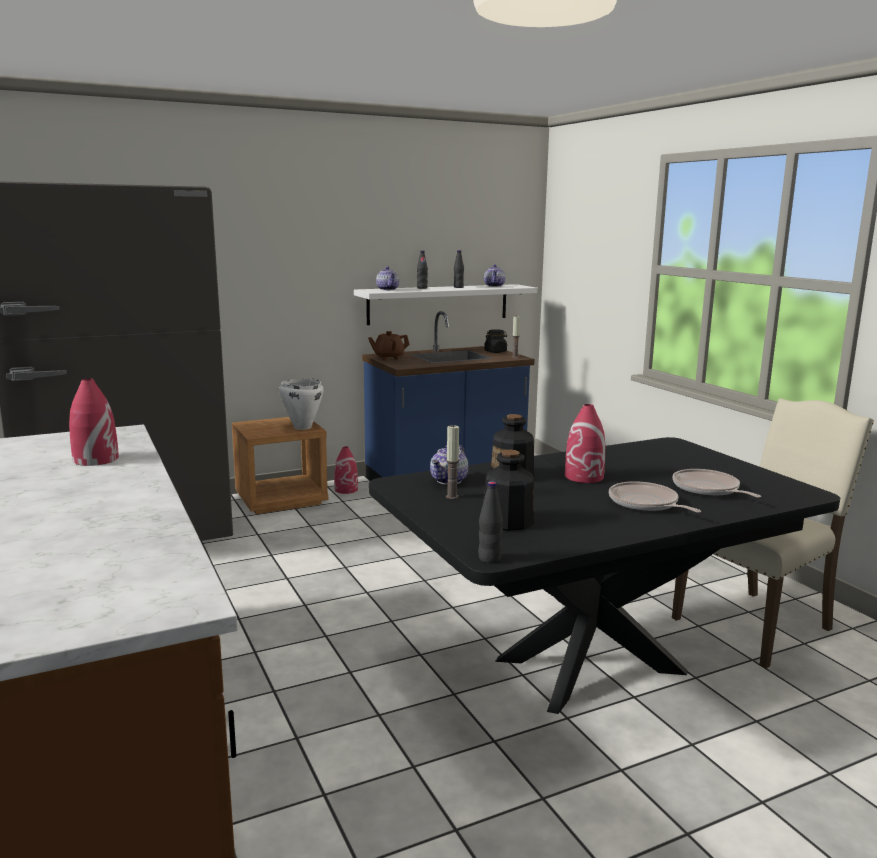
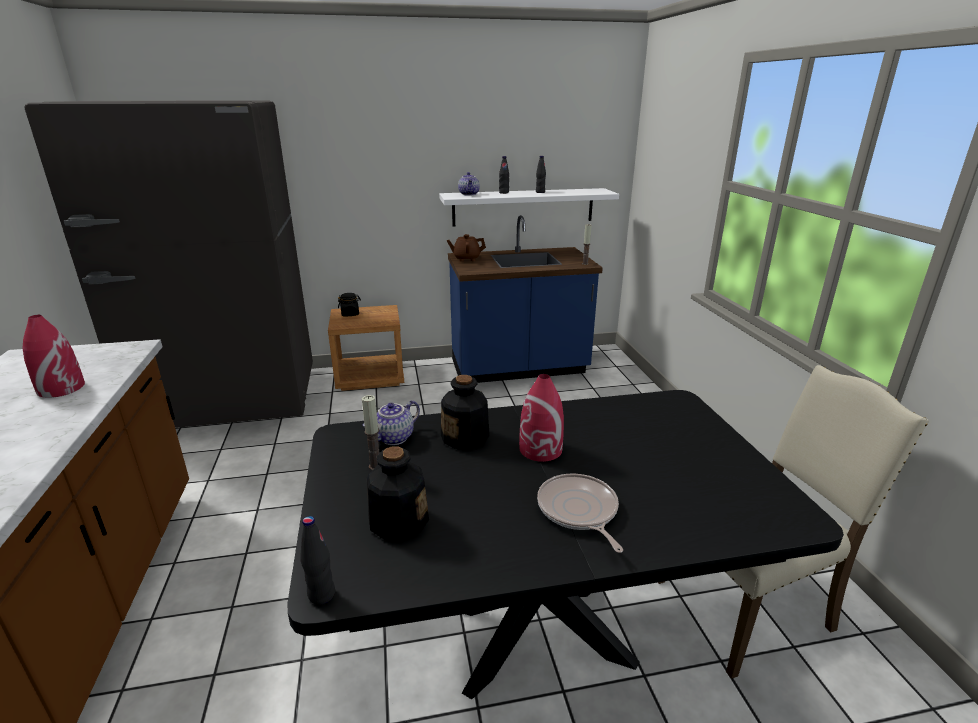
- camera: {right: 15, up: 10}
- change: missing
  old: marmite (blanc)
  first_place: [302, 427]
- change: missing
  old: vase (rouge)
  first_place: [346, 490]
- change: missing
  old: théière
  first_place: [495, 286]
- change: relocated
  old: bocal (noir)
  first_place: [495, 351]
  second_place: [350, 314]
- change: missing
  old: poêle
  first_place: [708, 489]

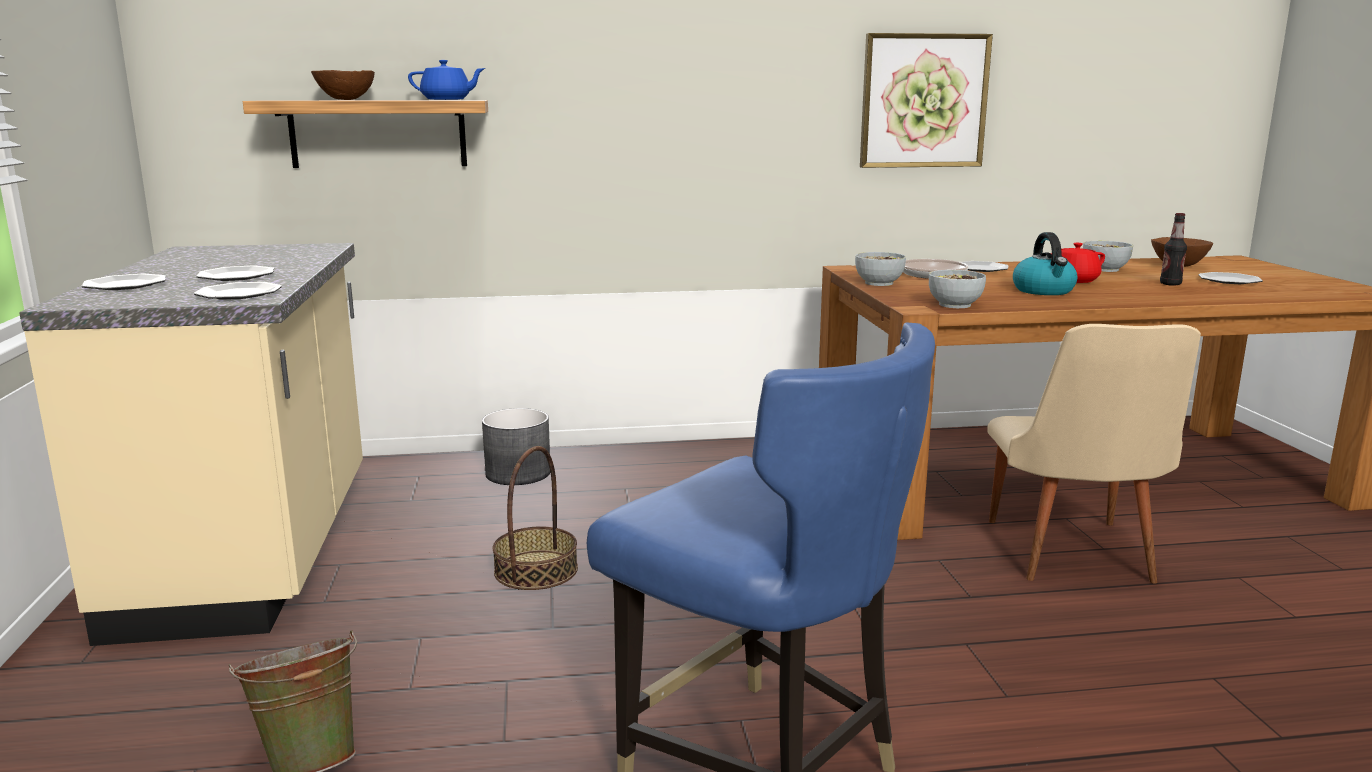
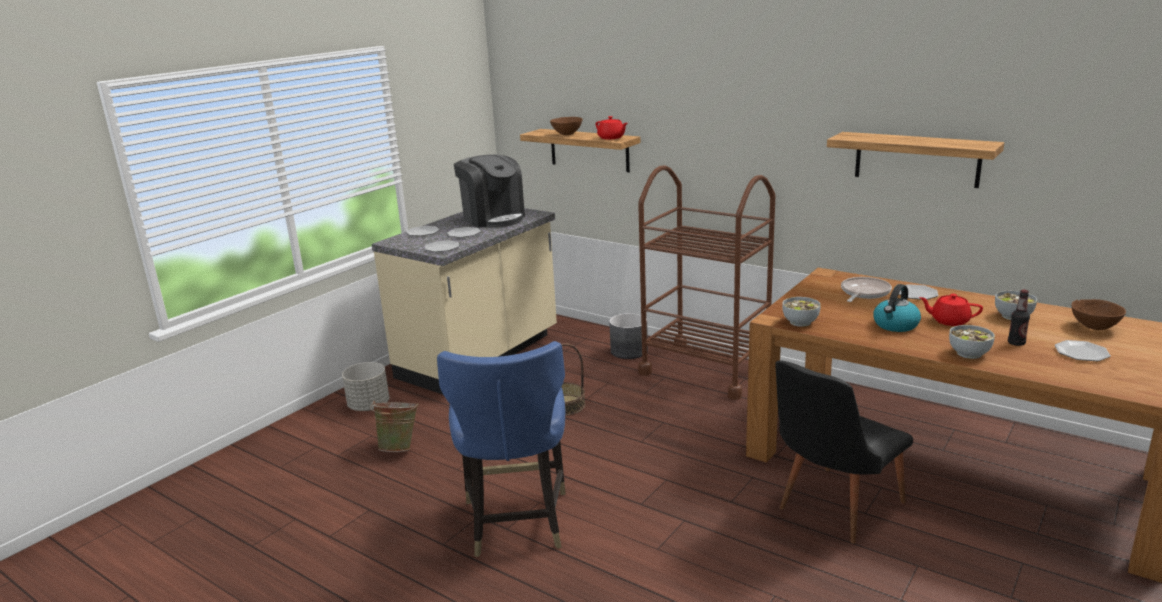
- camera: {right: 45, up: 5}
- change: colour
  old: théière (bleu)
  new: théière (rouge)
  first_place: [447, 99]
  second_place: [611, 138]
- change: relocated
  old: bol
  first_place: [879, 283]
  second_place: [969, 354]
- change: exchanged
  old: tableau
  new: étagère
  first_place: [923, 101]
  second_place: [916, 159]
- change: colour
  old: chaise (beige)
  new: chaise (noir)
  first_place: [1072, 558]
  second_place: [832, 509]
- change: appeared
  new: cache-pot (gris)
  second_place: [369, 406]
- change: appeared
  new: machine à café
  second_place: [493, 218]
- change: appeared
  new: chariot (marron)
  second_place: [705, 370]

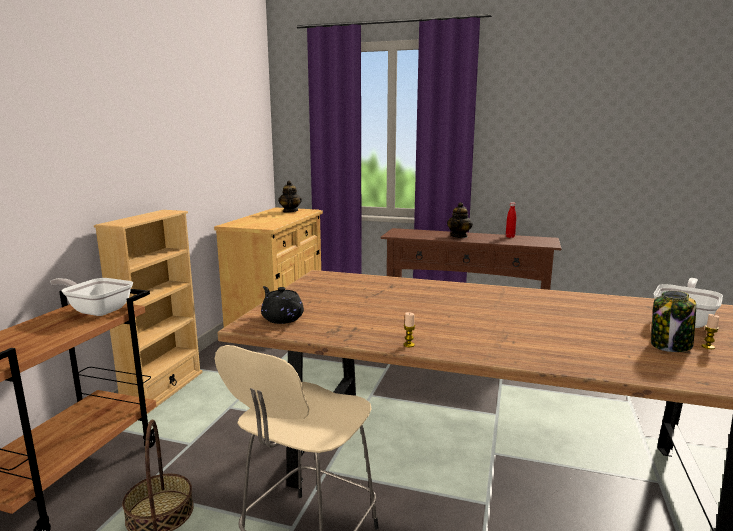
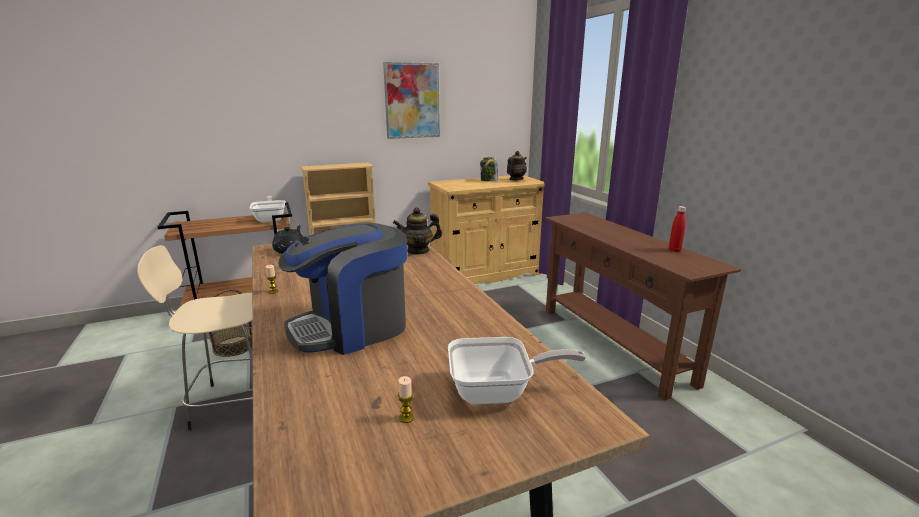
- camera: {right: 50, up: 5}
- change: relocated
  old: théière
  first_place: [459, 236]
  second_place: [418, 251]
- change: relocated
  old: bocal
  first_place: [670, 345]
  second_place: [488, 180]
- change: appeared
  new: machine à café
  second_place: [352, 328]
- change: appeared
  new: tableau
  second_place: [412, 101]

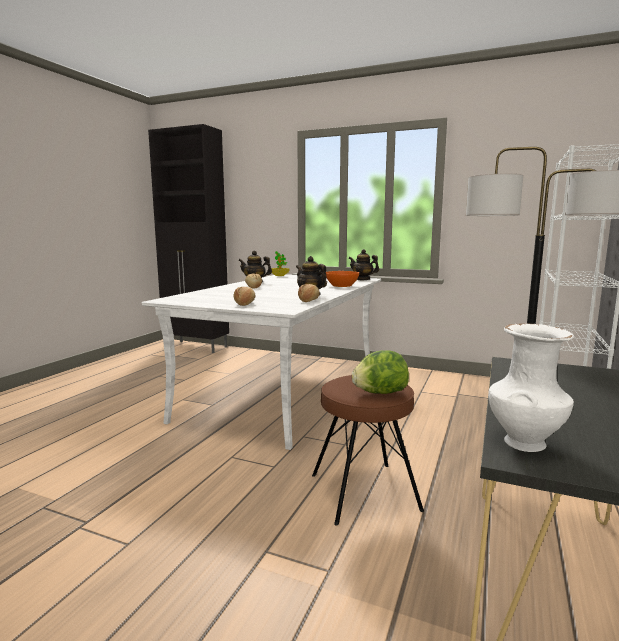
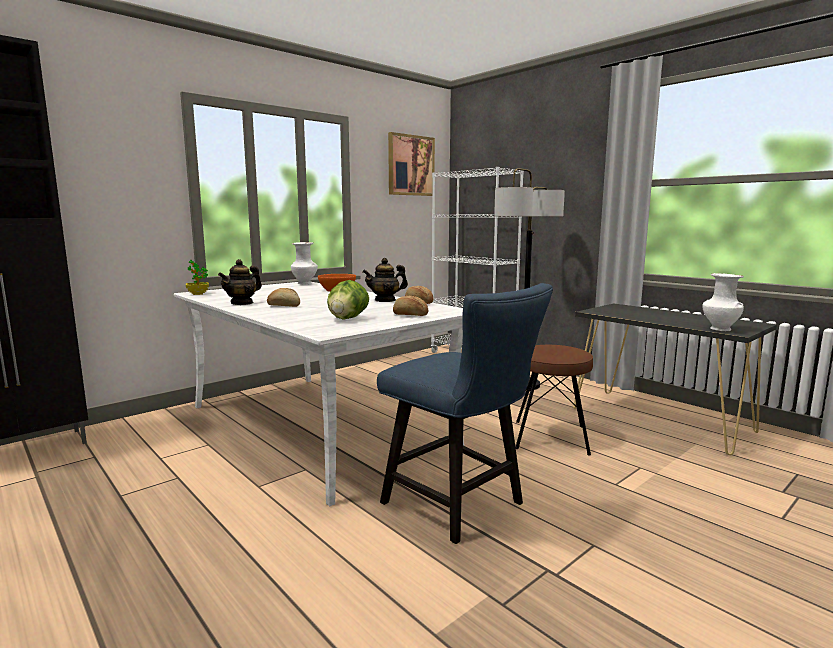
- camera: {right: -65, up: 0}
- change: exchanged
  old: théière
  new: vase (blanc)
  first_place: [363, 279]
  second_place: [305, 283]
- change: relocated
  old: laitue
  first_place: [380, 393]
  second_place: [347, 318]
- change: appeared
  new: chaise (bleu)
  second_place: [461, 506]
- change: appeared
  new: tableau
  second_place: [410, 165]

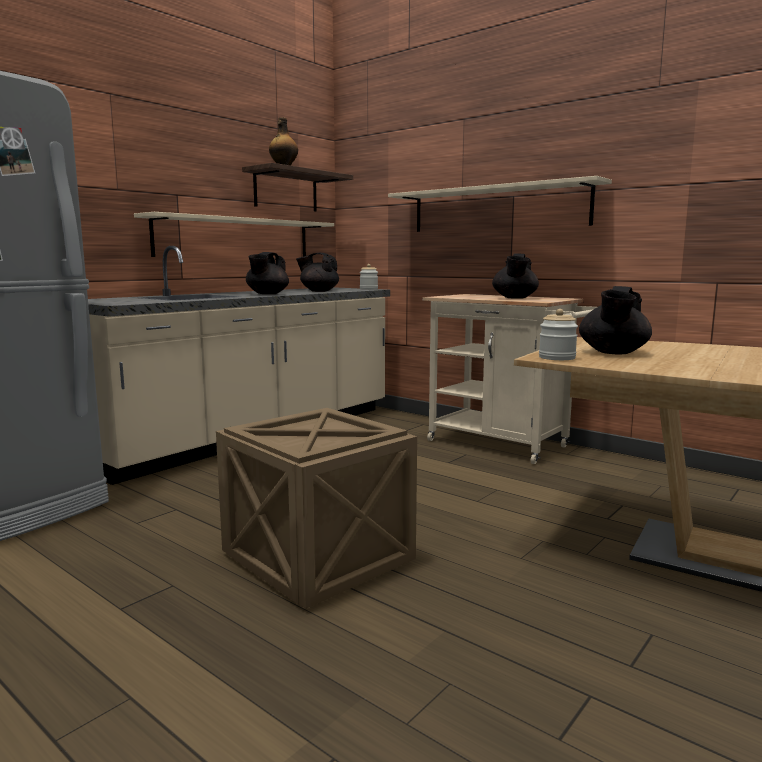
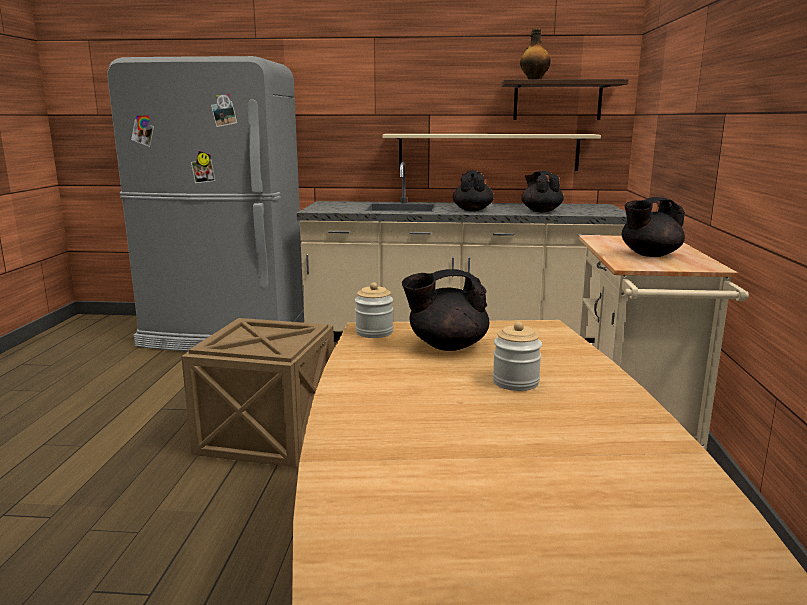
- camera: {right: 55, up: 5}
- change: spun
  old: théière (noir)
  first_place: [267, 294]
  second_place: [472, 210]
  degrees: 105
- change: relocated
  old: bocal
  first_place: [368, 289]
  second_place: [515, 382]
- change: missing
  old: étagère (beige)
  first_place: [497, 208]

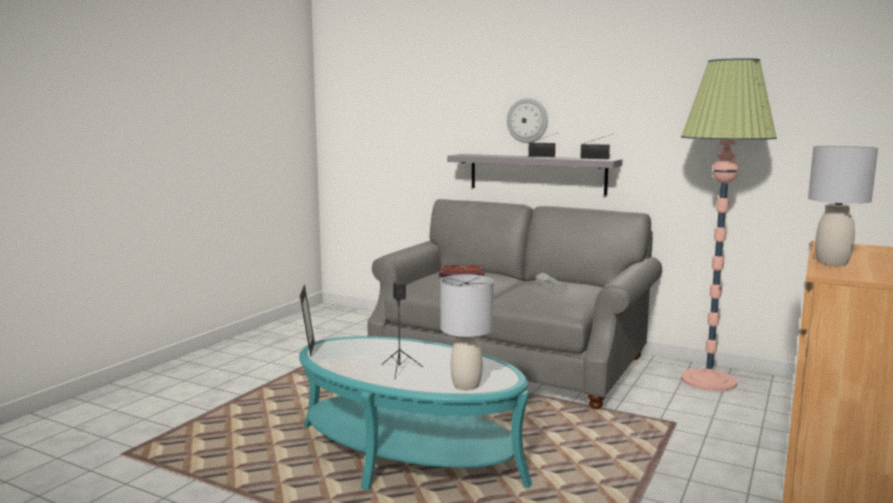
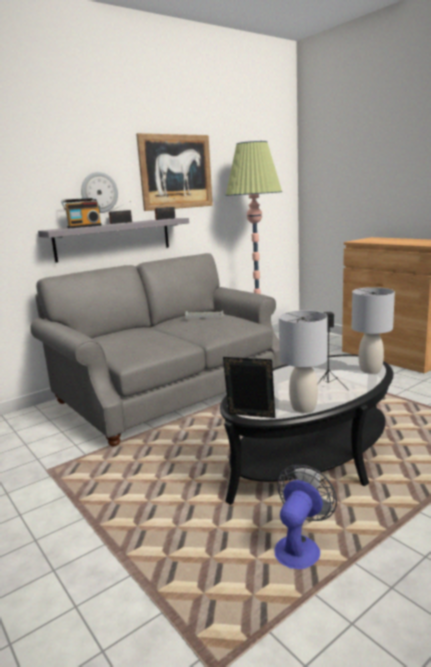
- camera: {right: -65, up: 5}
- change: colour
  old: table basse (turquoise)
  new: table basse (noir)
  first_place: [408, 454]
  second_place: [311, 458]
- change: missing
  old: livre
  first_place: [463, 273]
- change: relocated
  old: lampe de table (gris)
  first_place: [832, 262]
  second_place: [304, 407]
- change: appeared
  new: radio
  second_place: [84, 226]
- change: appeared
  new: tableau
  second_place: [176, 172]
- change: appeared
  new: ventilateur
  second_place: [300, 546]

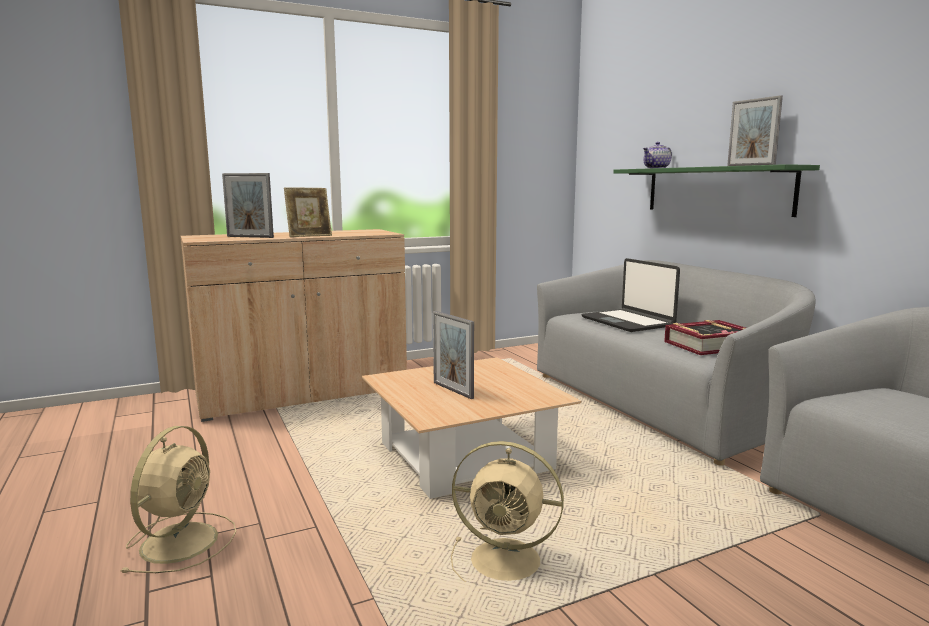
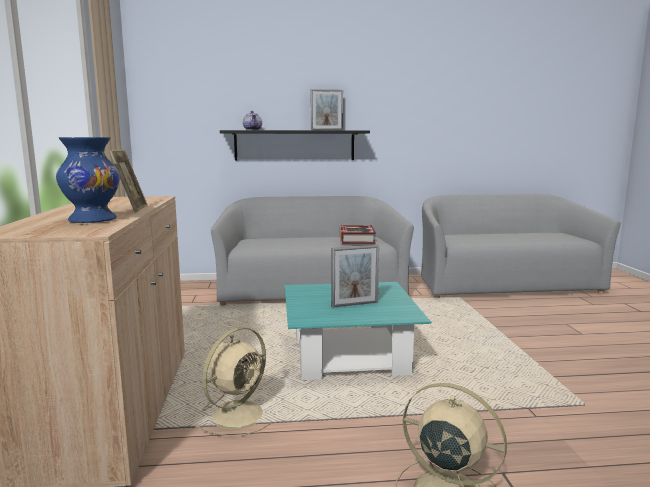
- camera: {right: -70, up: 0}
- change: exchanged
  old: cadre photo
  new: vase (bleu)
  first_place: [250, 237]
  second_place: [93, 220]
- change: colour
  old: table basse (beige)
  new: table basse (turquoise)
  first_place: [464, 456]
  second_place: [349, 355]
- change: relocated
  old: ventilateur (beige)
  first_place: [509, 561]
  second_place: [239, 413]
- change: missing
  old: ordinateur portable
  first_place: [628, 322]
- change: colour
  old: étagère (vert)
  new: étagère (noir)
  first_place: [716, 190]
  second_place: [294, 145]

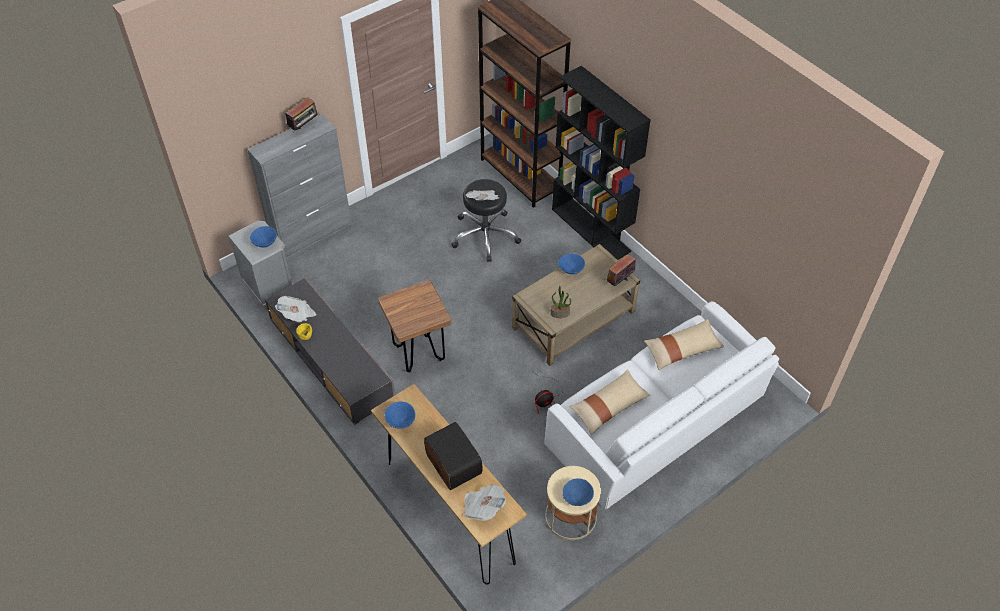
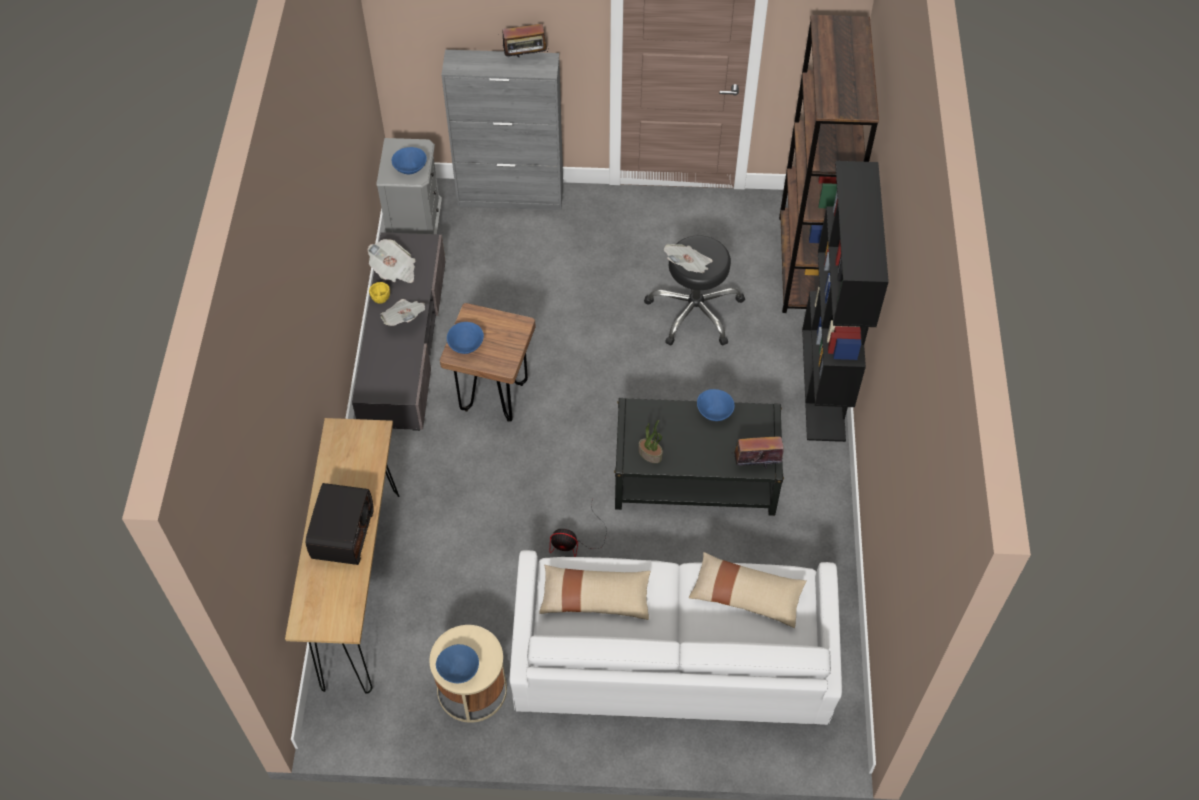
- camera: {right: 40, up: 5}
- change: relocated
  old: bol (bleu)
  first_place: [401, 421]
  second_place: [466, 346]
- change: relocated
  old: journal
  first_place: [483, 507]
  second_place: [404, 319]
- change: colour
  old: table basse (beige)
  new: table basse (noir)
  first_place: [573, 320]
  second_place: [694, 476]

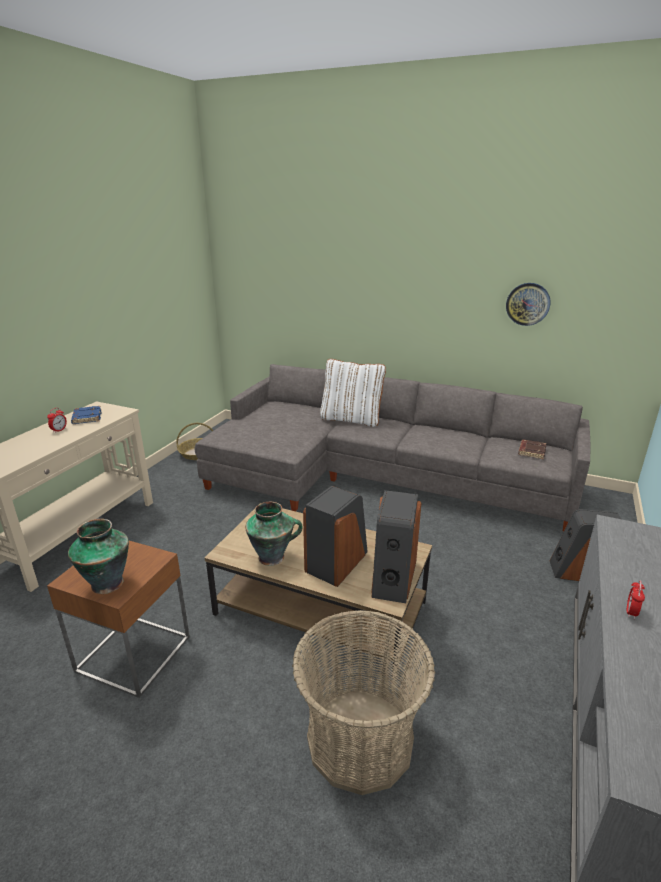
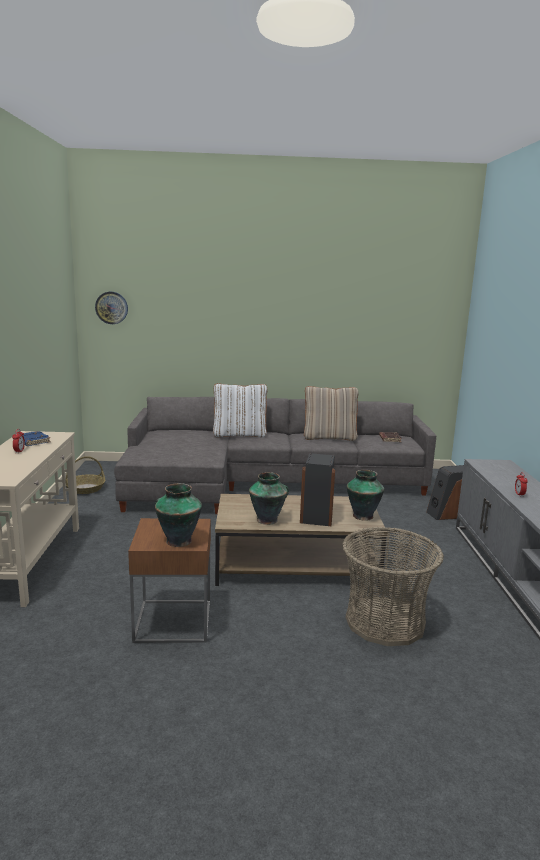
- camera: {right: -25, up: -10}
- change: exchanged
  old: enceinte
  new: vase
  first_place: [393, 577]
  second_place: [362, 516]
- change: relocated
  old: horloge murale
  first_place: [528, 304]
  second_place: [111, 307]
- change: appeared
  new: coussin (beige)
  second_place: [329, 437]

